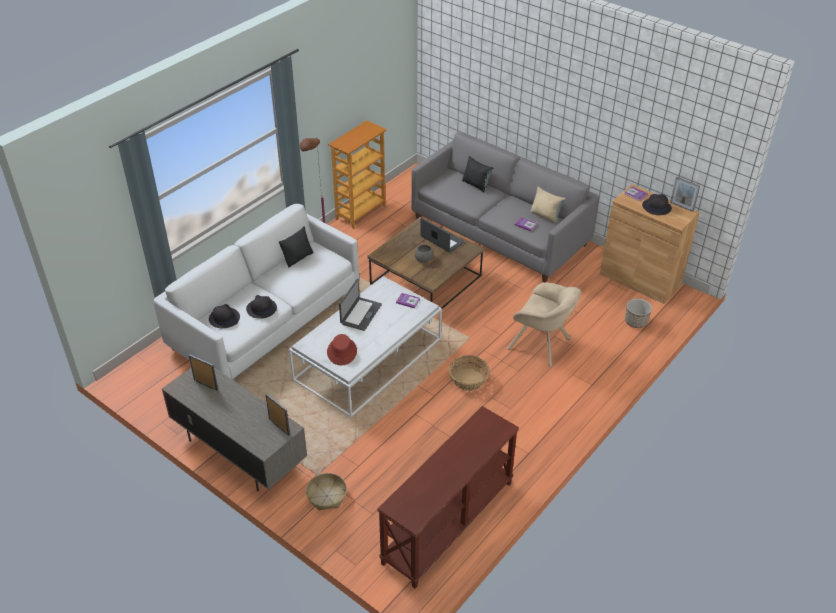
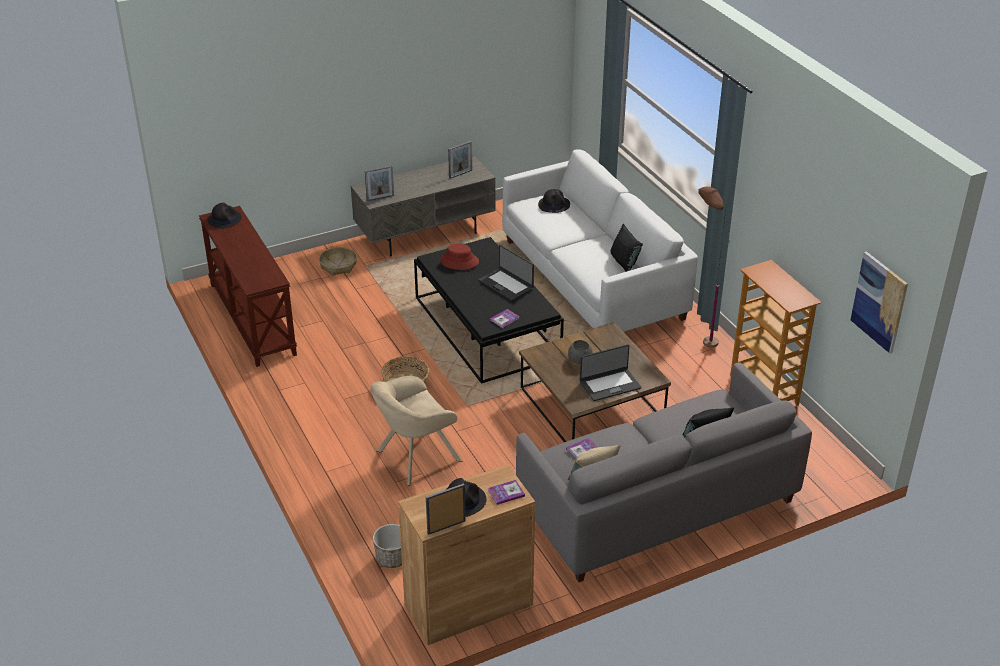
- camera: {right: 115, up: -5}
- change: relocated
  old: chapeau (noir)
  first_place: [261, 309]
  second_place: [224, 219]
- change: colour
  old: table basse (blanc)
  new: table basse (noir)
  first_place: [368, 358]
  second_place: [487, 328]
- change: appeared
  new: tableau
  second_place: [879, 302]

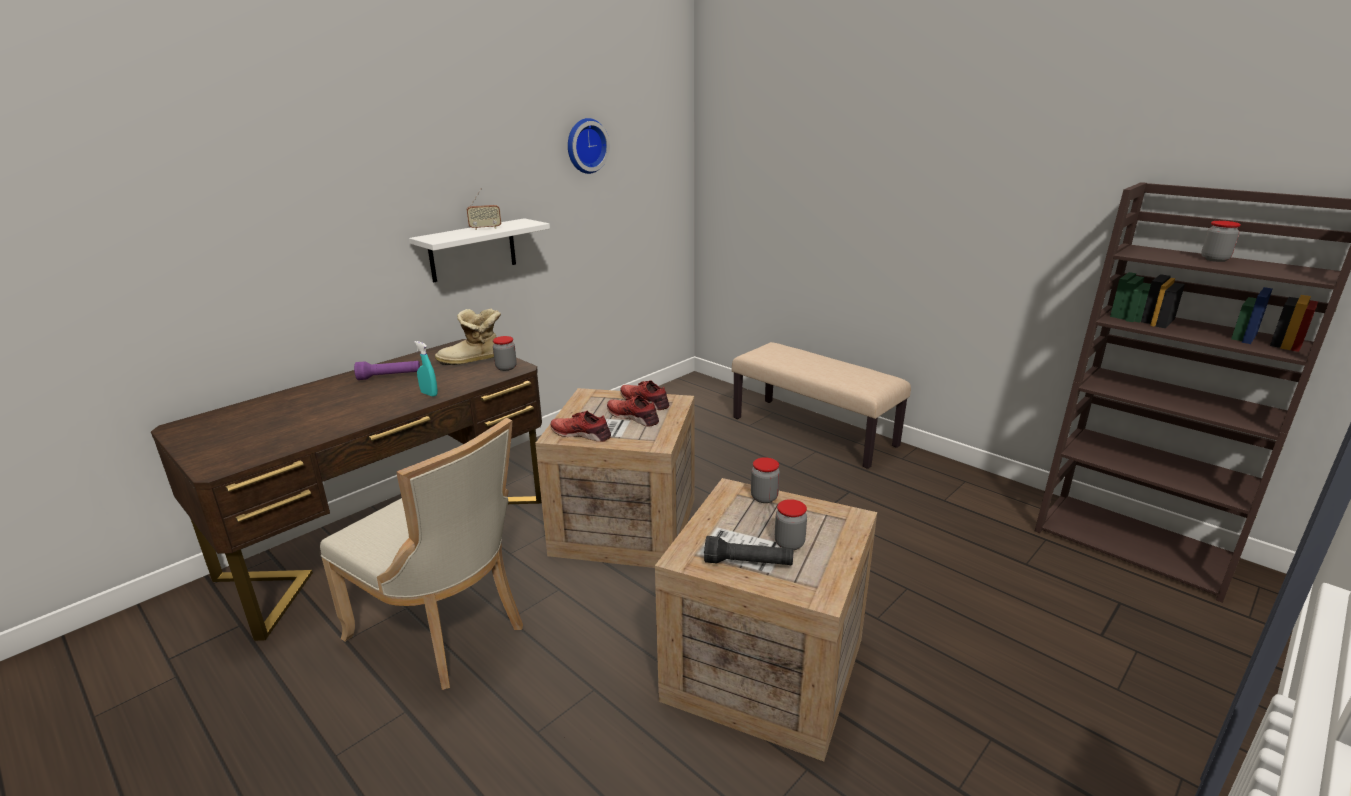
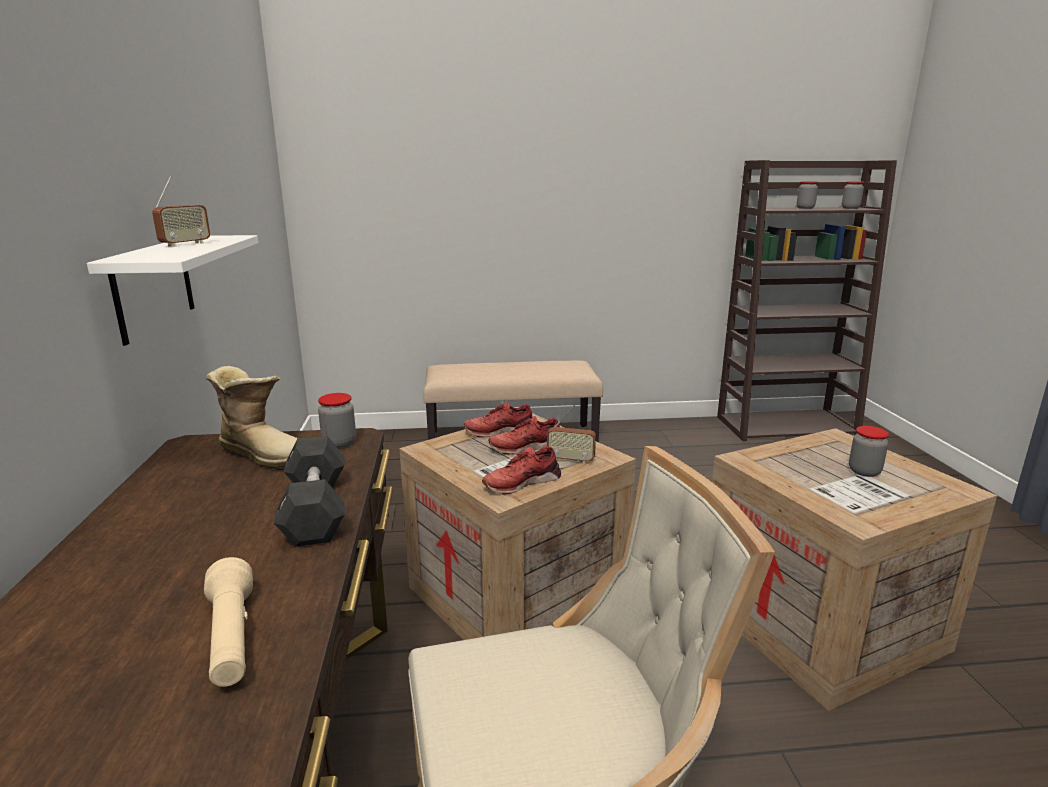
- camera: {right: -50, up: -5}
- change: missing
  old: lampe de poche (violet)
  first_place: [389, 377]
- change: exchanged
  old: vaporisateur (turquoise)
  new: haltère (noir)
  first_place: [429, 394]
  second_place: [315, 510]
- change: spun
  old: botte
  first_place: [472, 360]
  second_place: [265, 454]
  degrees: -90
- change: missing
  old: horloge murale
  first_place: [585, 146]
- change: missing
  old: lampe de poche (noir)
  first_place: [748, 563]
- change: relocated
  old: bocal
  first_place: [764, 497]
  second_place: [850, 208]
- change: appeared
  new: lampe de poche (beige)
  second_place: [231, 639]
- change: appeared
  new: radio
  second_place: [570, 460]

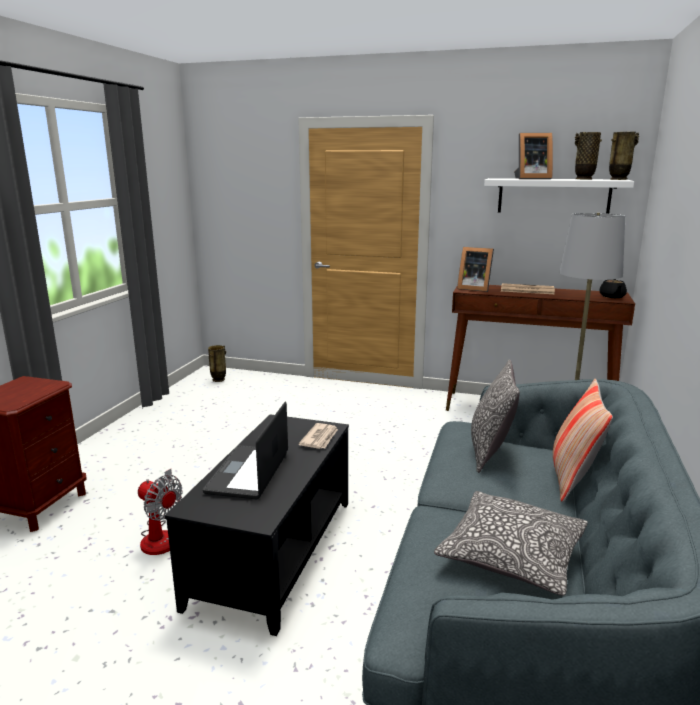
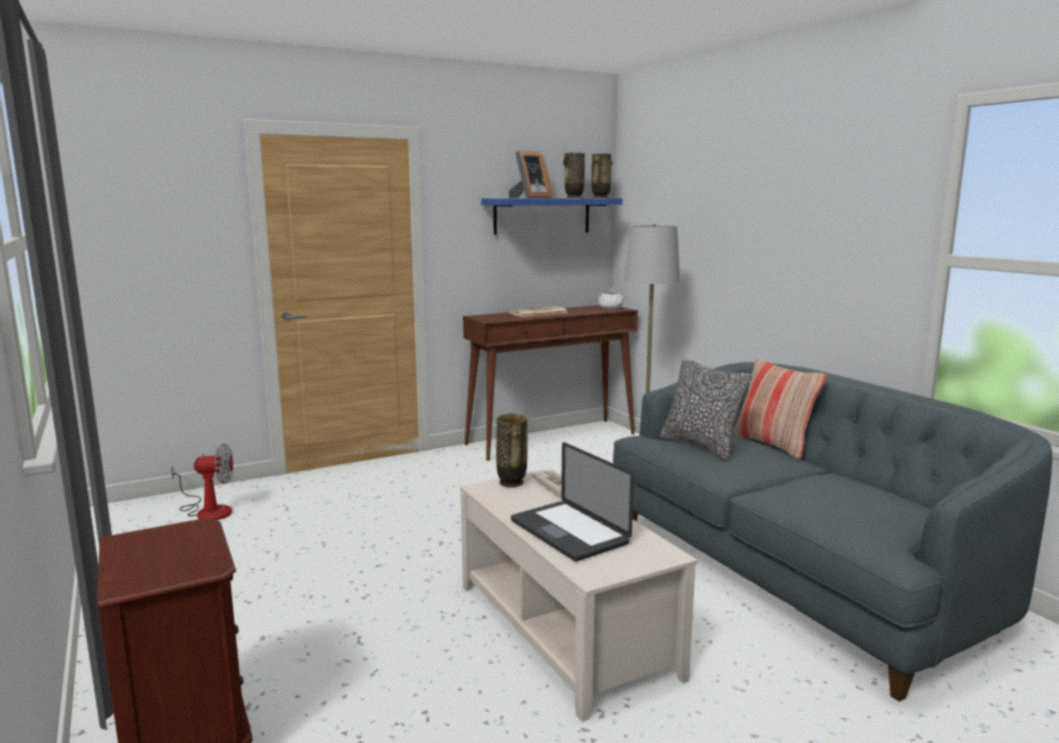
- camera: {right: -45, up: -5}
- change: relocated
  old: ventilateur
  first_place: [162, 535]
  second_place: [208, 511]
- change: colour
  old: table basse (noir)
  new: table basse (beige)
  first_place: [274, 551]
  second_place: [564, 629]
- change: relocated
  old: vase
  first_place: [218, 380]
  second_place: [511, 483]
- change: missing
  old: coussin
  first_place: [511, 554]
- change: missing
  old: cadre photo
  first_place: [473, 288]
- change: colour
  old: étagère (blanc)
  new: étagère (bleu)
  first_place: [553, 196]
  second_place: [542, 216]
- change: colour
  old: théière (noir)
  new: théière (blanc)
  first_place: [612, 297]
  second_place: [611, 308]

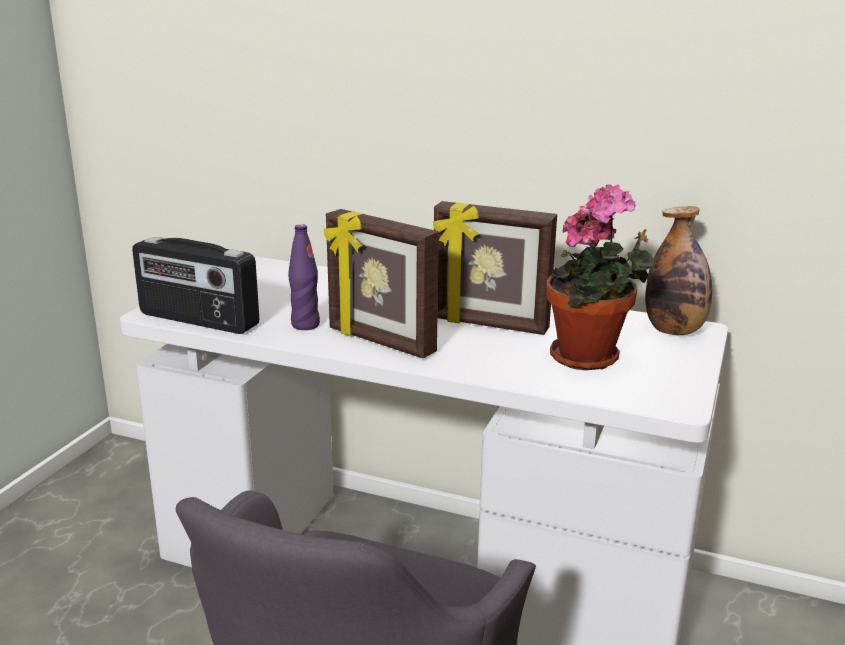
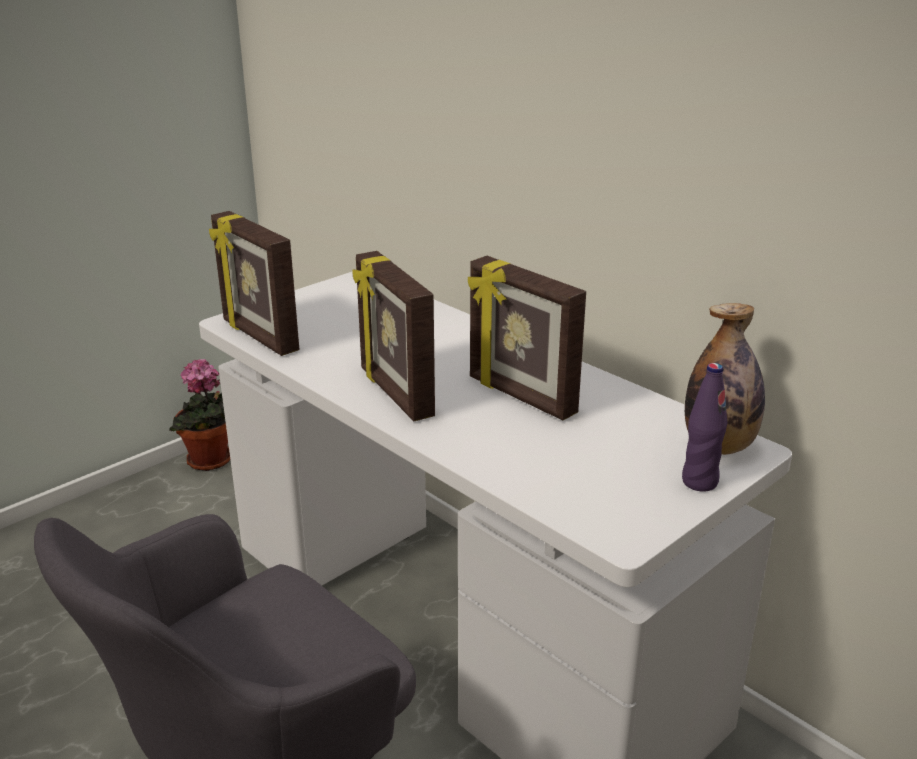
- camera: {right: 25, up: 5}
- change: exchanged
  old: radio
  new: cadre photo
  first_place: [198, 320]
  second_place: [258, 336]
- change: relocated
  old: bouteille (violet)
  first_place: [305, 325]
  second_place: [699, 482]
- change: relocated
  old: plante en pot
  first_place: [590, 359]
  second_place: [211, 462]

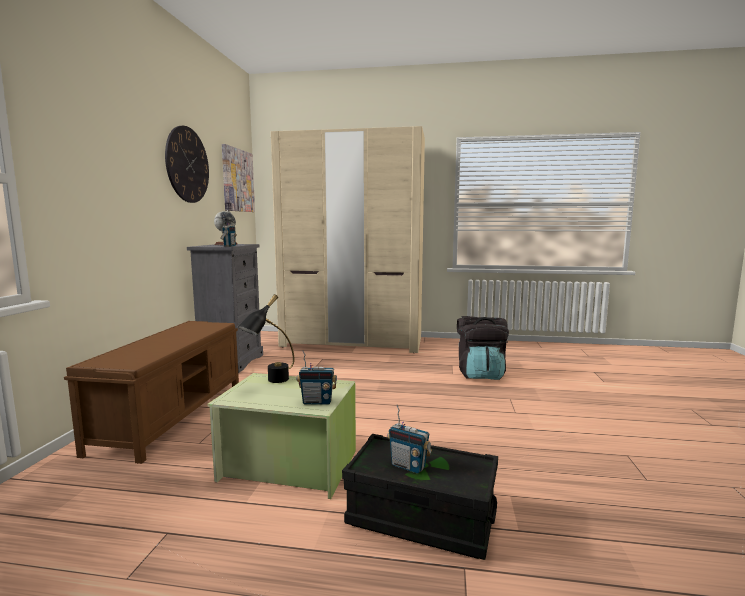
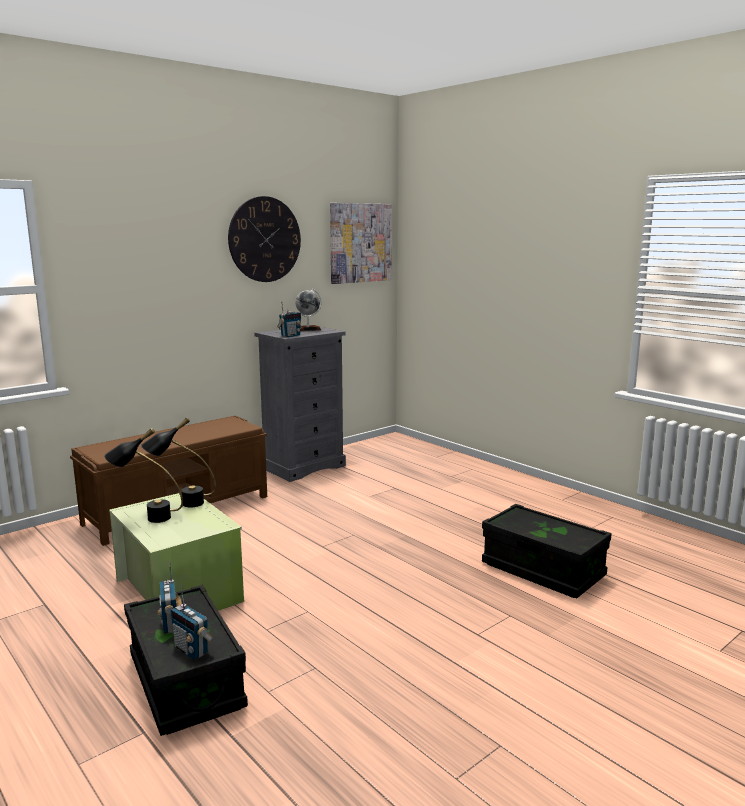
- camera: {right: 40, up: 5}
- change: missing
  old: armoire (beige)
  first_place: [352, 342]
- change: relocated
  old: radio
  first_place: [317, 402]
  second_place: [192, 650]
- change: exchanged
  old: sac à dos (noir)
  new: boîte de rangement (noir)
  first_place: [480, 374]
  second_place: [542, 570]
- change: appeared
  new: lampe de table (noir)
  second_place: [148, 518]

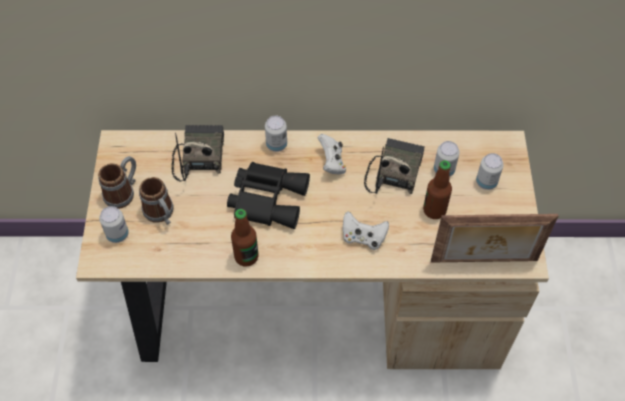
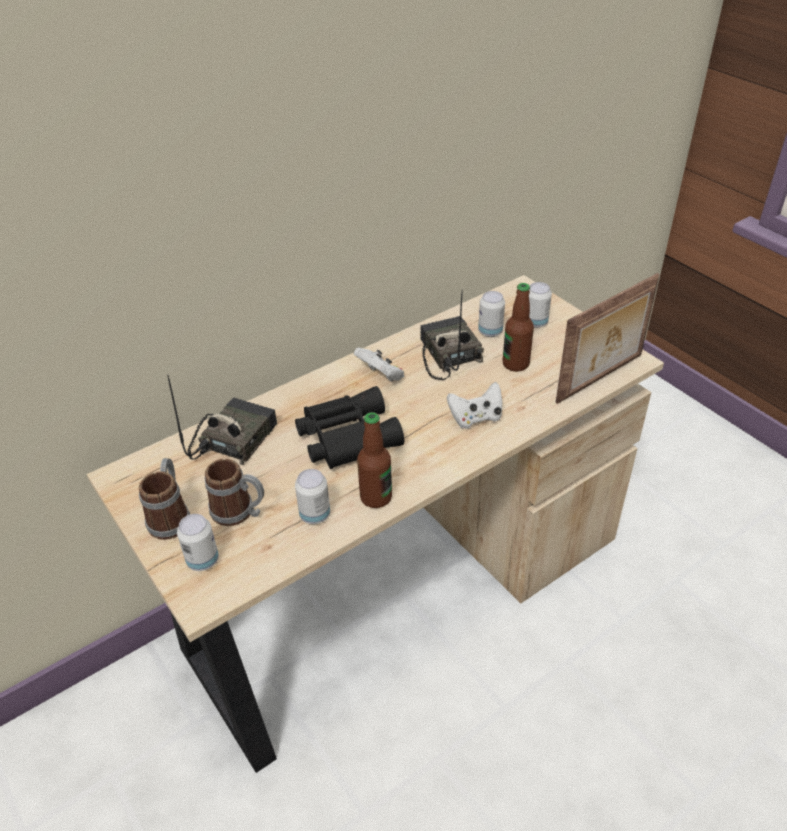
- camera: {right: -35, up: -15}
- change: spun
  old: radio
  first_place: [199, 156]
  second_place: [232, 439]
  degrees: 60
- change: relocated
  old: boîte métallique
  first_place: [276, 145]
  second_place: [315, 515]

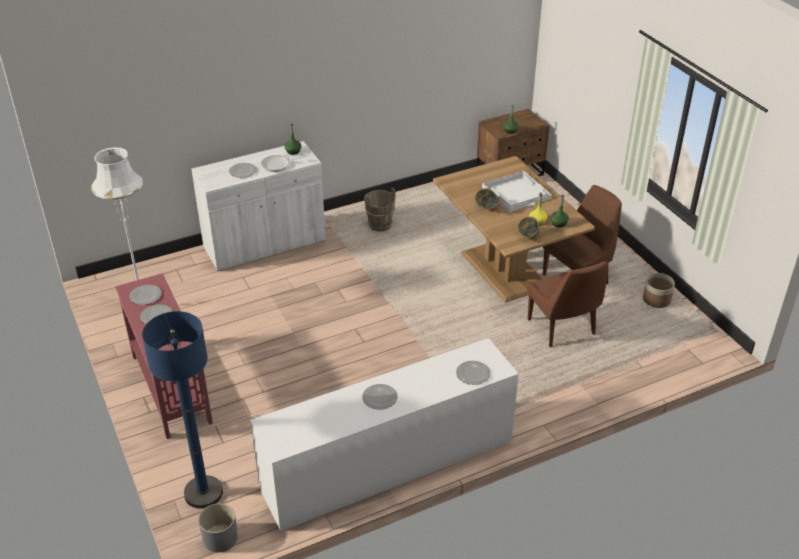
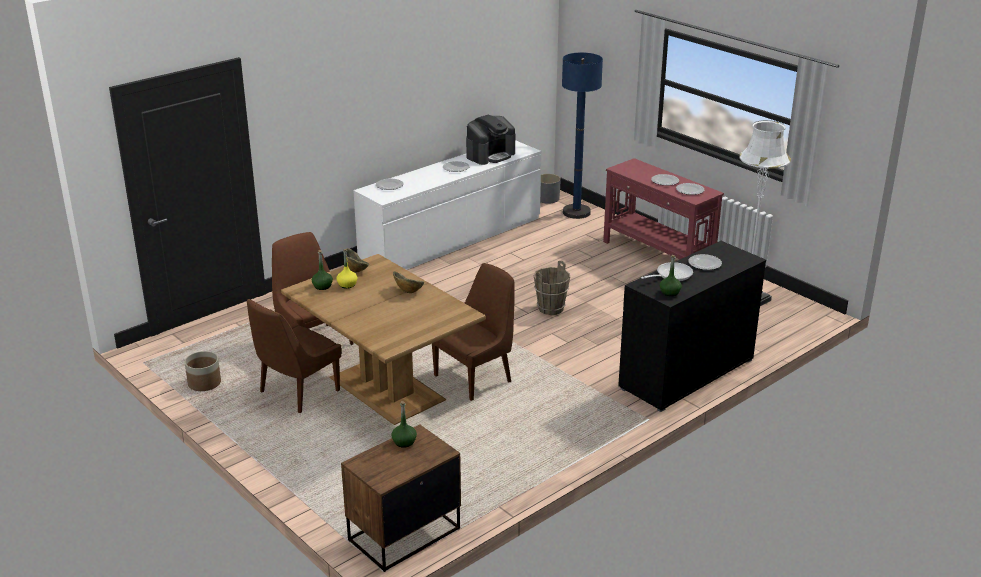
- camera: {right: 165, up: -10}
- change: colour
  old: meuble de rangement (blanc)
  new: meuble de rangement (noir)
  first_place: [265, 244]
  second_place: [686, 374]
- change: relocated
  old: seau (marron)
  first_place: [380, 225]
  second_place: [551, 309]
- change: missing
  old: plateau (blanc)
  first_place: [516, 192]
- change: appeared
  new: chaise (marron)
  second_place: [475, 378]
- change: appeared
  new: machine à café
  second_place: [490, 155]

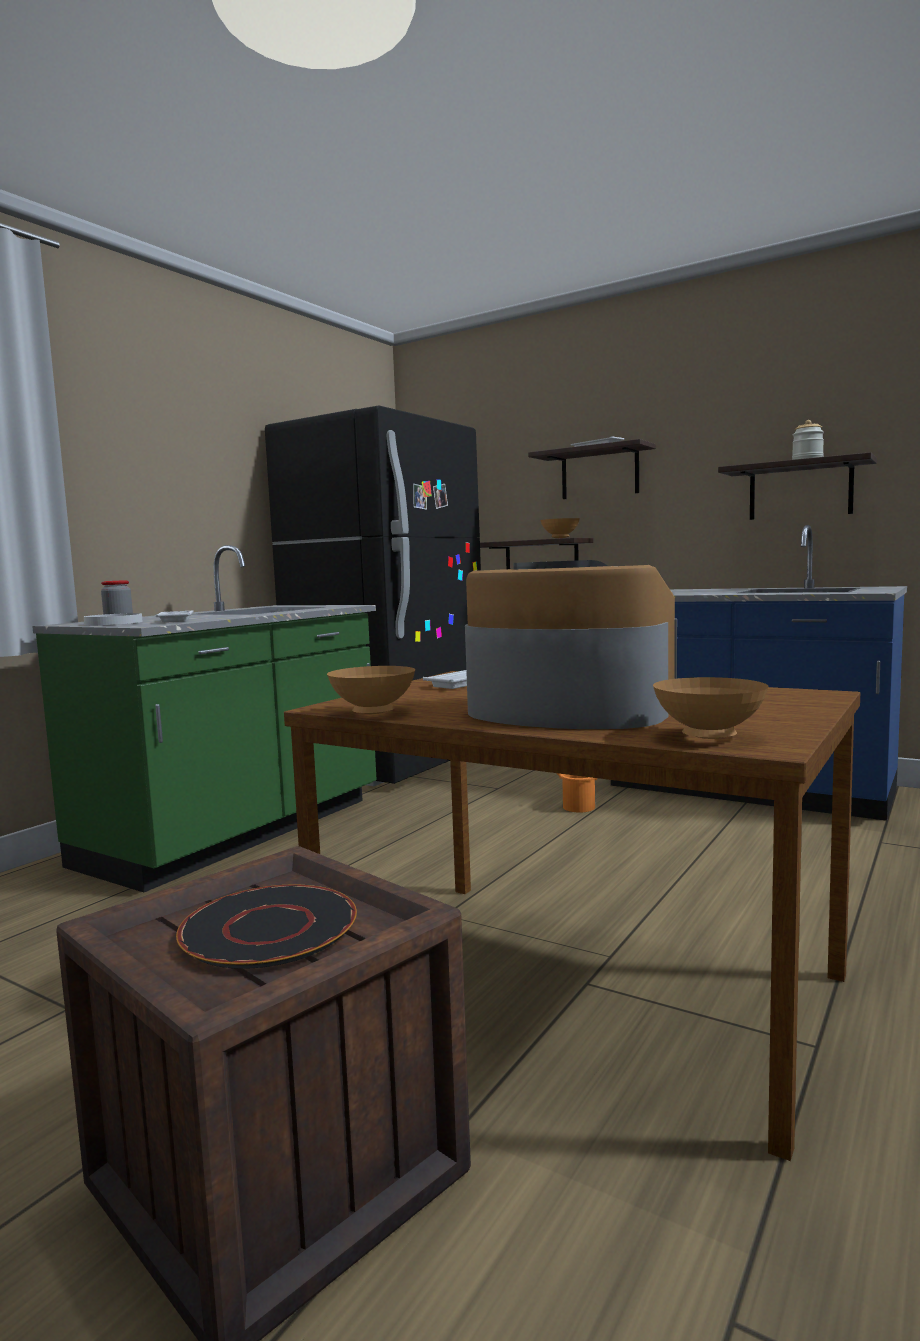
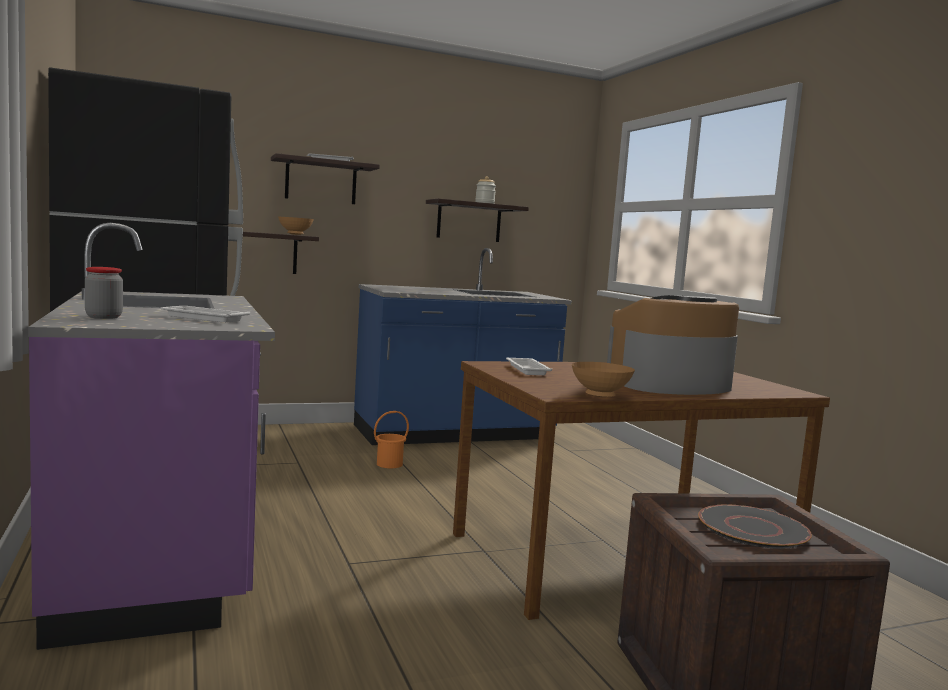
- camera: {right: -55, up: 0}
- change: colour
  old: comptoir de cuisine (vert)
  new: comptoir de cuisine (violet)
  first_place: [238, 832]
  second_place: [159, 554]
- change: missing
  old: assiette (blanc)
  first_place: [113, 623]
- change: missing
  old: bol (marron)
  first_place: [711, 737]

